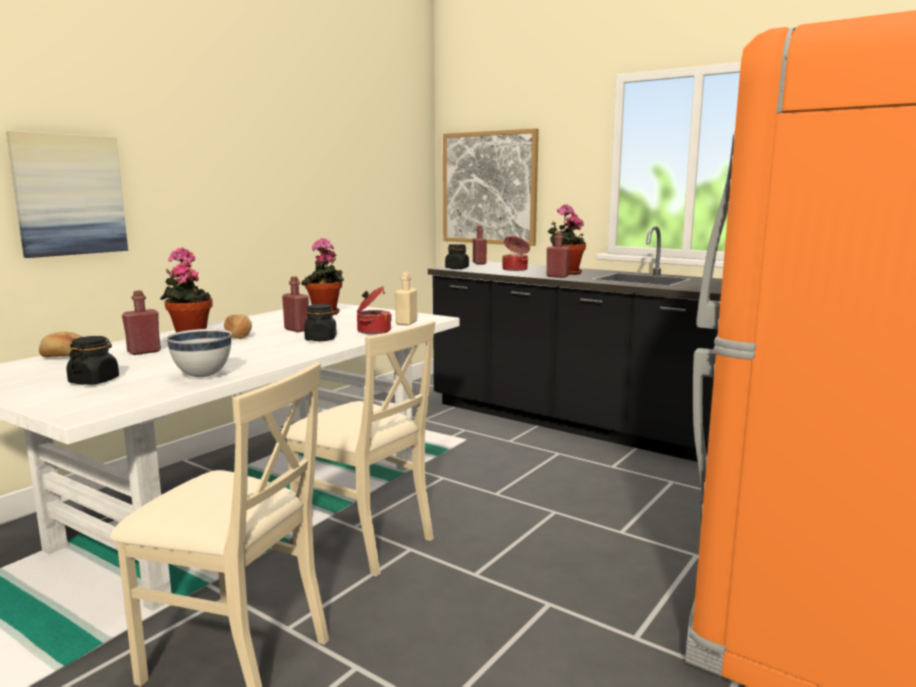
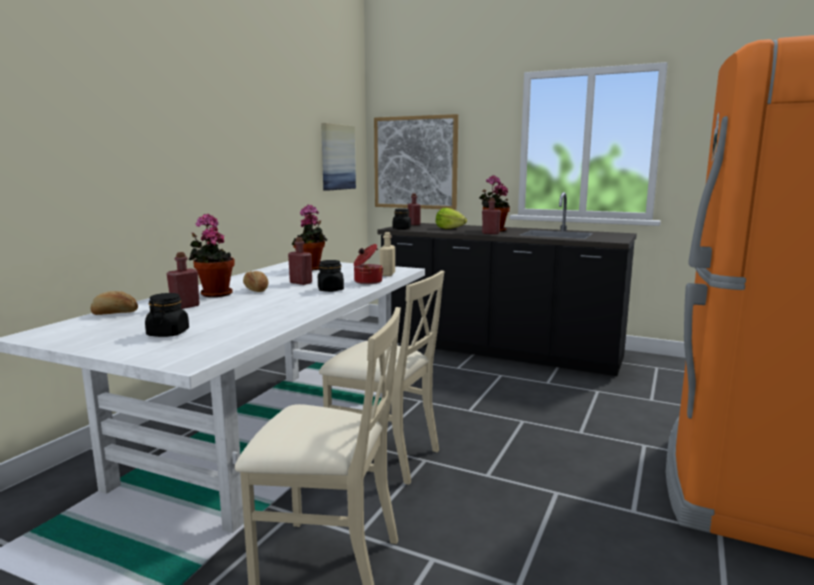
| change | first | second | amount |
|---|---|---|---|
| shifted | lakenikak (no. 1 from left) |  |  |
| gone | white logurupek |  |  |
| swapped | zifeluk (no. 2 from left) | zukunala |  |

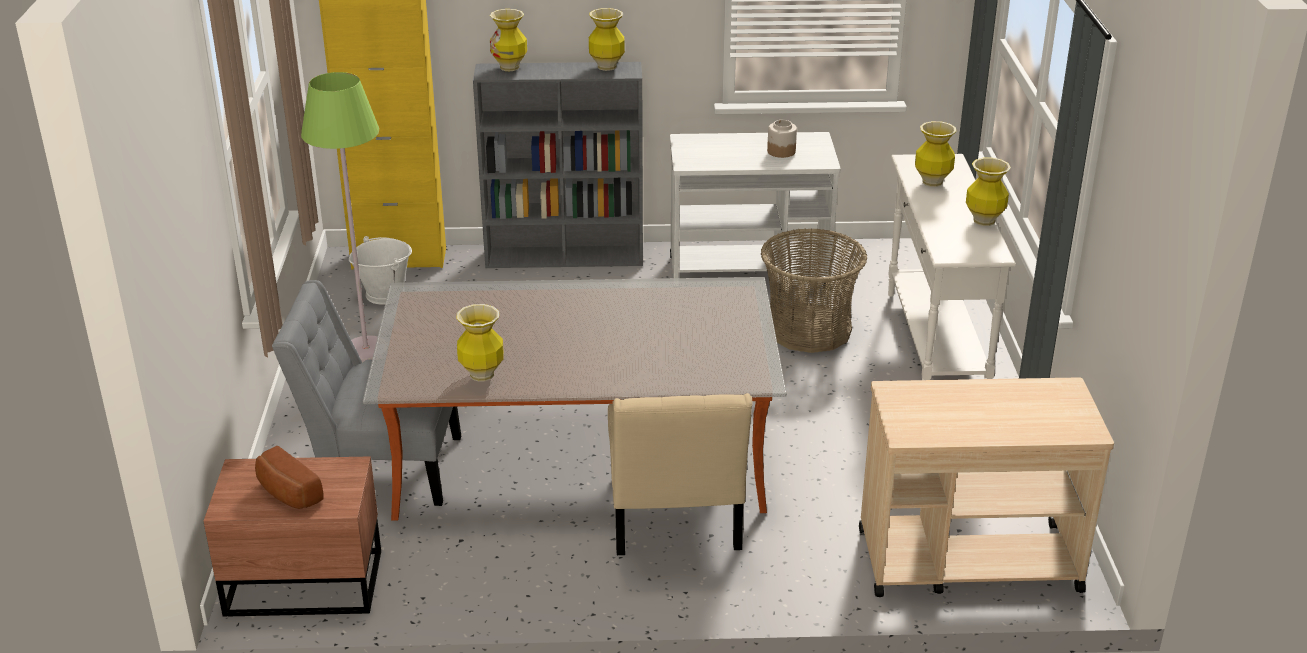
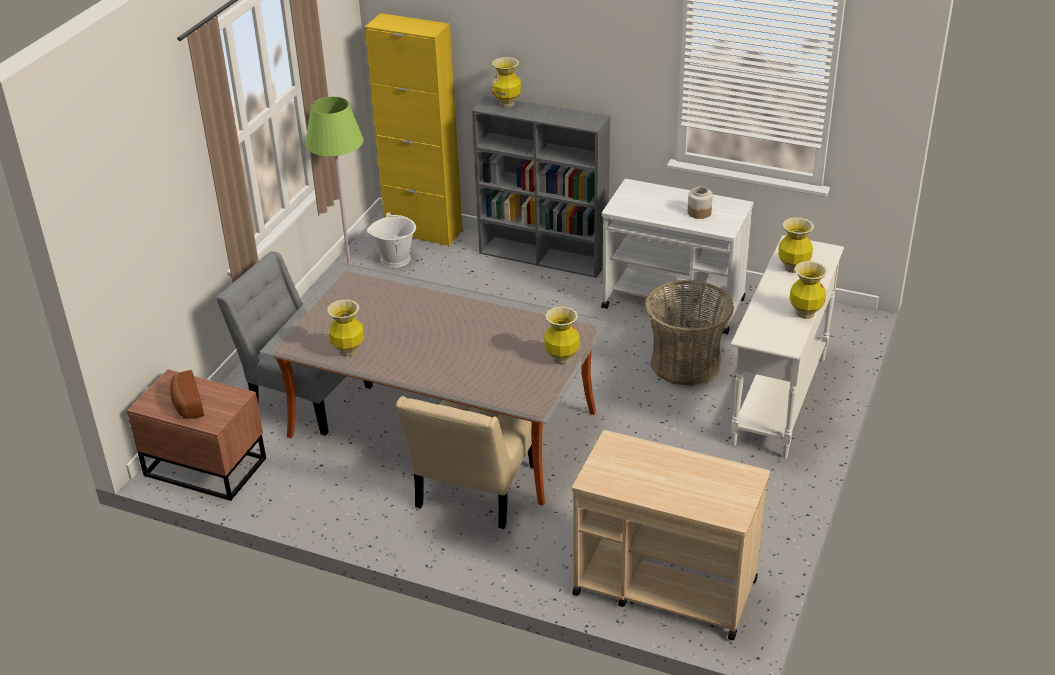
| change | first | second | amount |
|---|---|---|---|
| shifted | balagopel (no. 3 from left) |  |  |

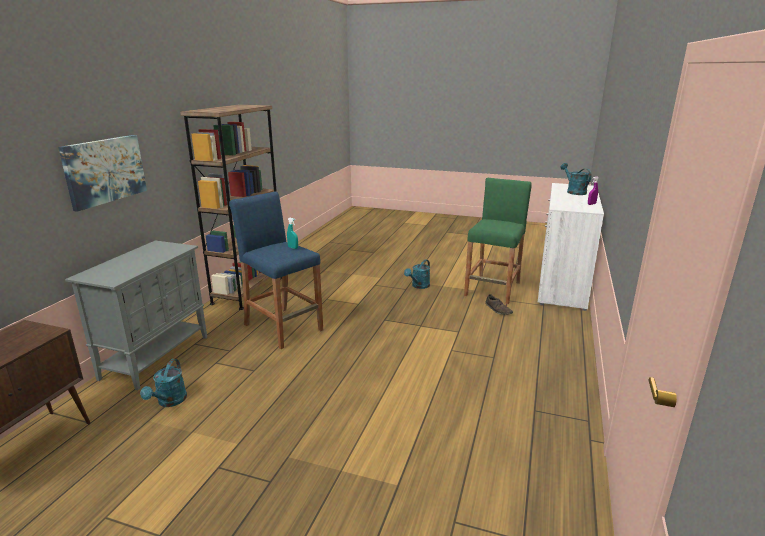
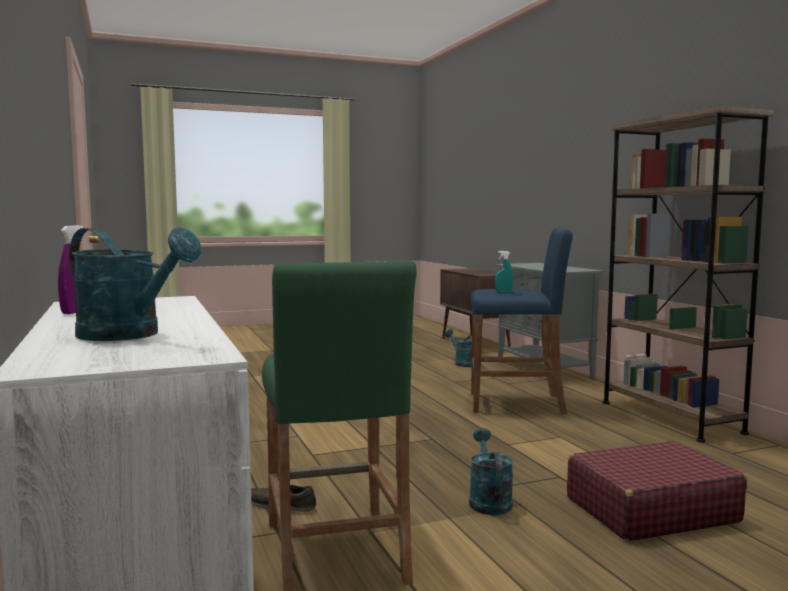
| change | first | second | amount |
|---|---|---|---|
| gone | lakenikak |  |  |
| new |  | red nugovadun |  |

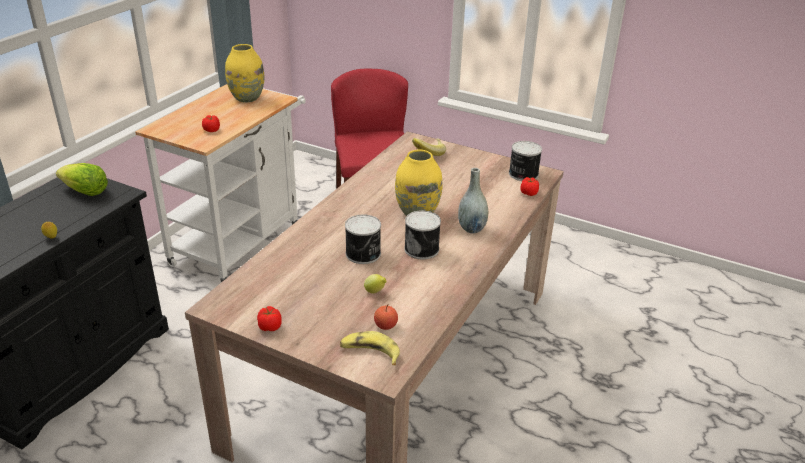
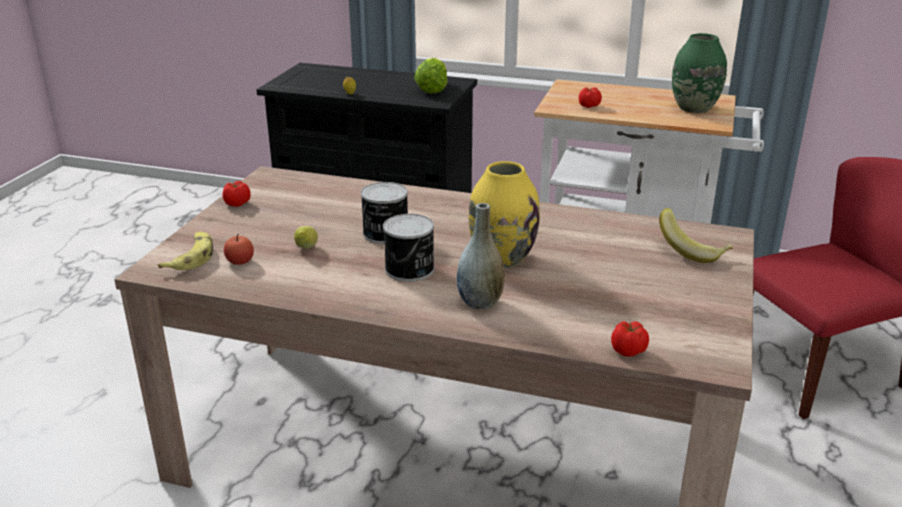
| change | first | second | amount |
|---|---|---|---|
| repainted | yellow balagopel (no. 1 from left) | green balagopel |  |
| gone | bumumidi (no. 3 from left) |  |  |

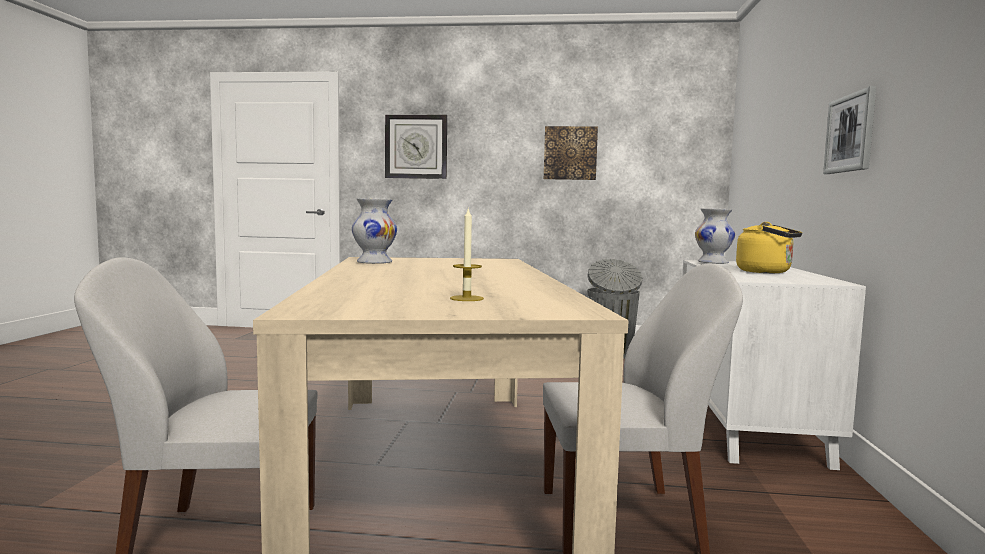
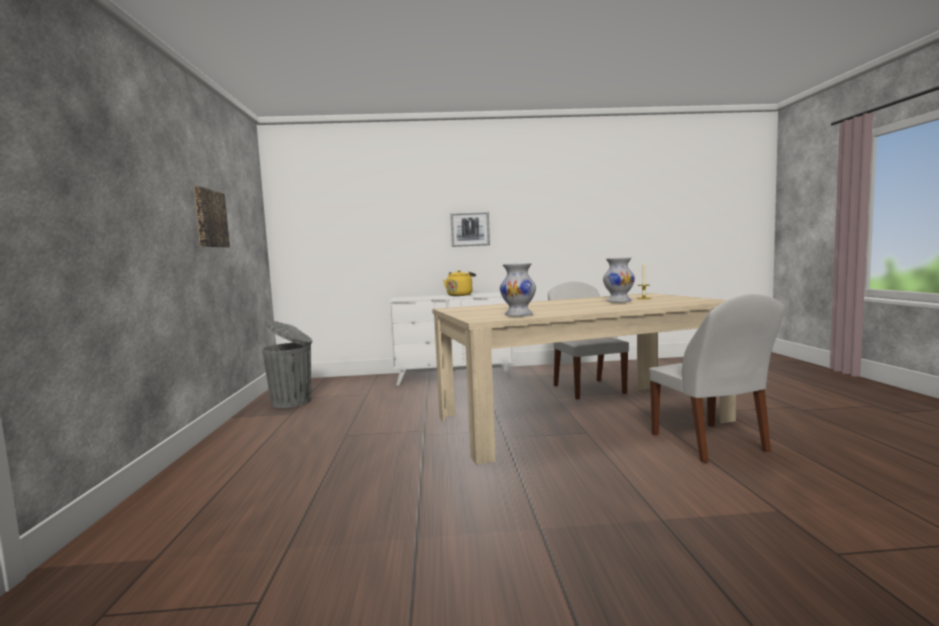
| change | first | second | amount |
|---|---|---|---|
| gone | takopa |  |  |
| shifted | white balagopel (no. 2 from left) |  |  |

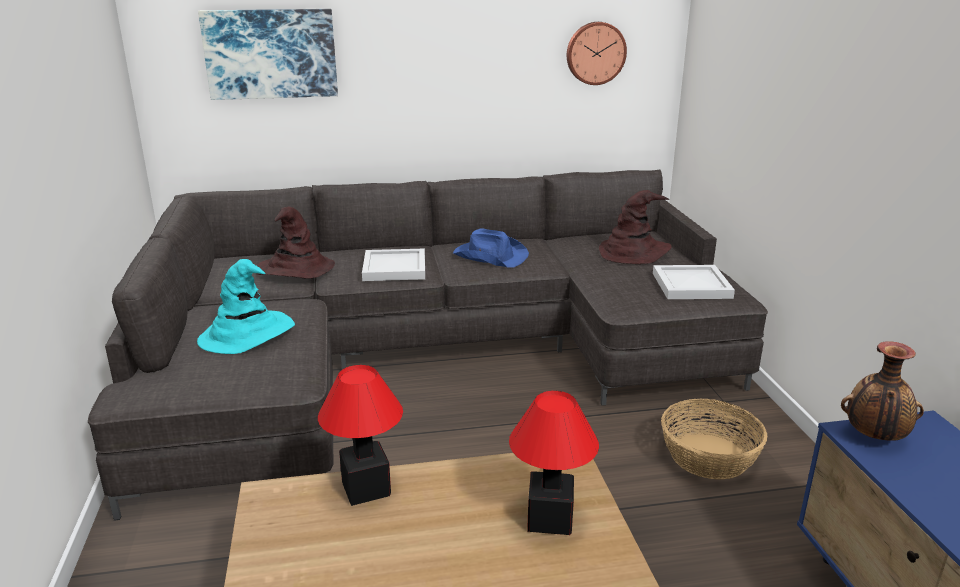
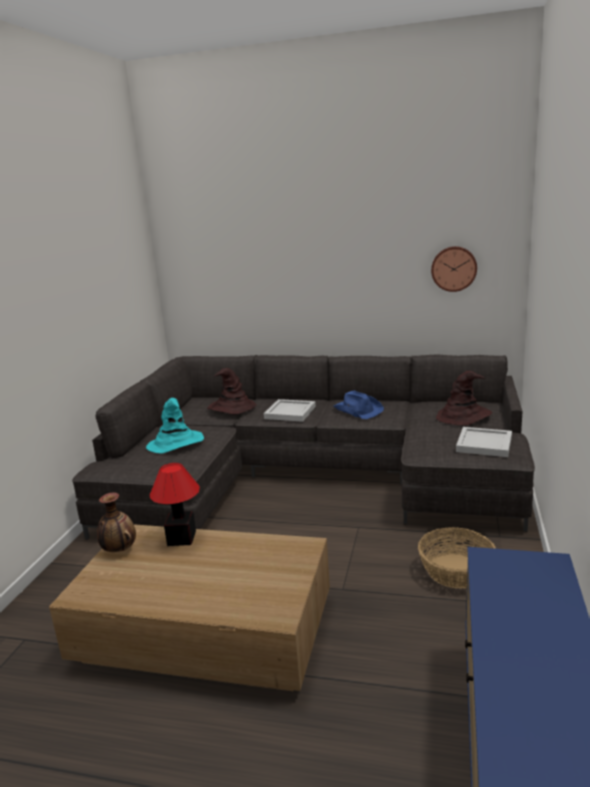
| change | first | second | amount |
|---|---|---|---|
| gone | lakenikak |  |  |
| gone | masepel (no. 2 from left) |  |  |
| shifted | balagopel |  |  |

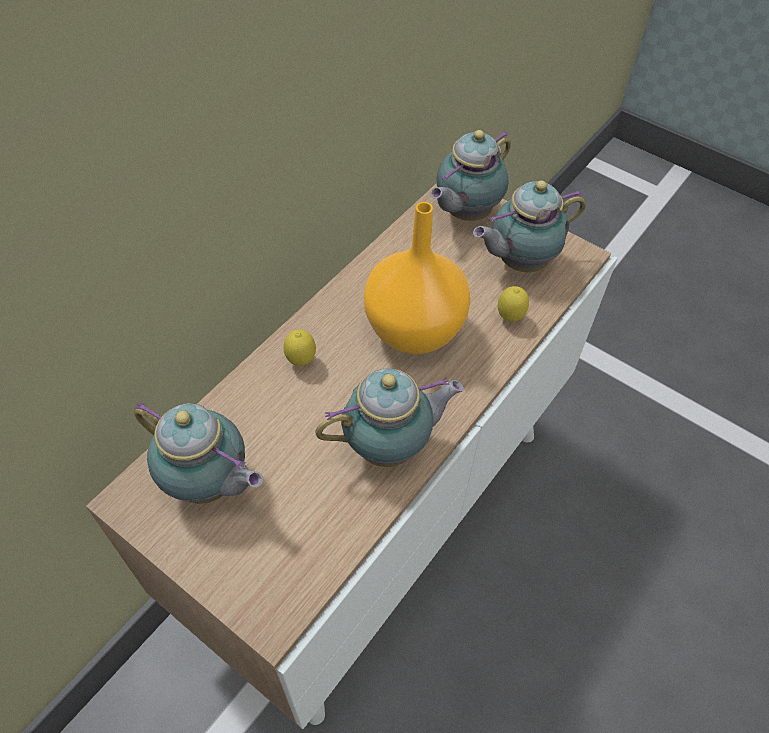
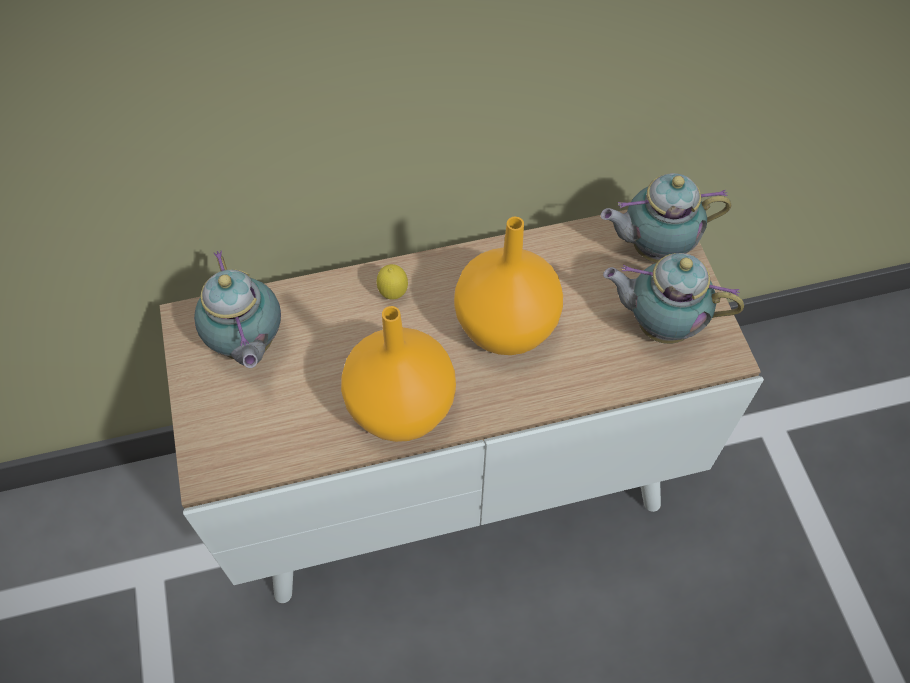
| change | first | second | amount |
|---|---|---|---|
| swapped | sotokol (no. 2 from left) | orange balagopel (no. 1 from left) |  |
| gone | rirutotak (no. 2 from left) |  |  |

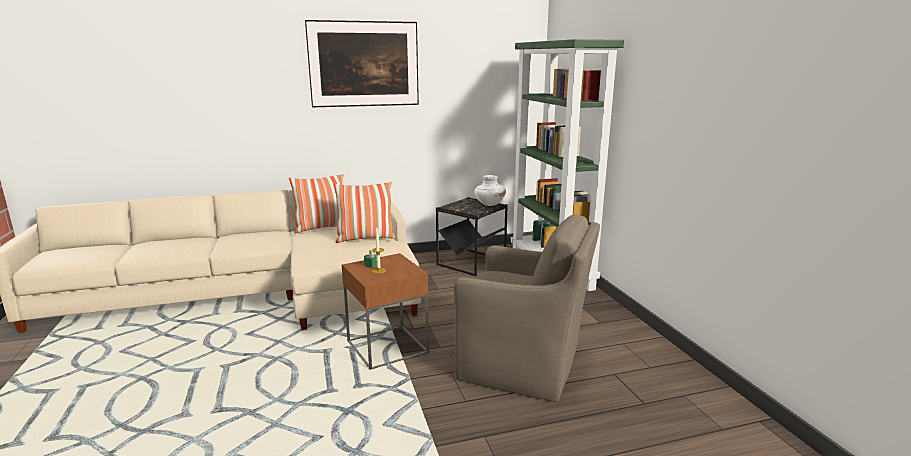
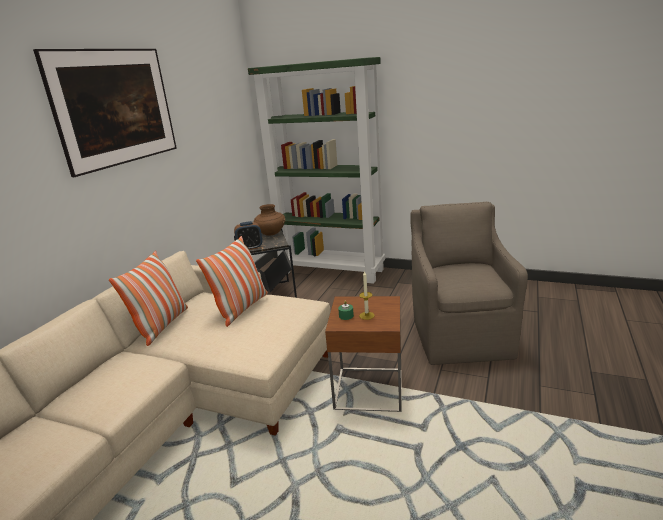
| change | first | second | amount |
|---|---|---|---|
| rotated | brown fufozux |  | 60 degrees counterclockwise |
| repainted | white balagopel | brown balagopel |  |
| new |  | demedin |  |

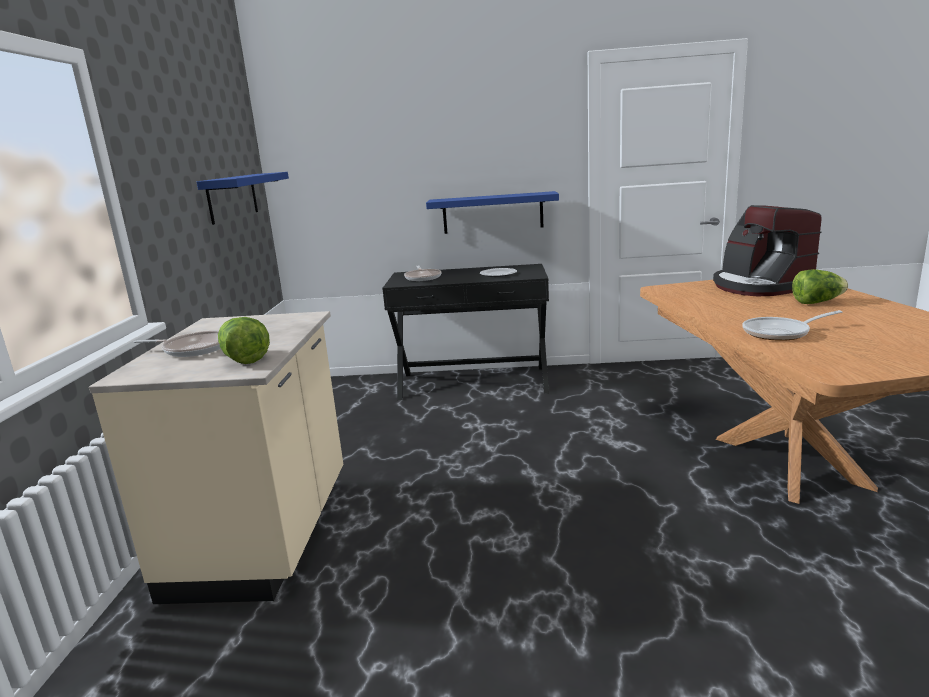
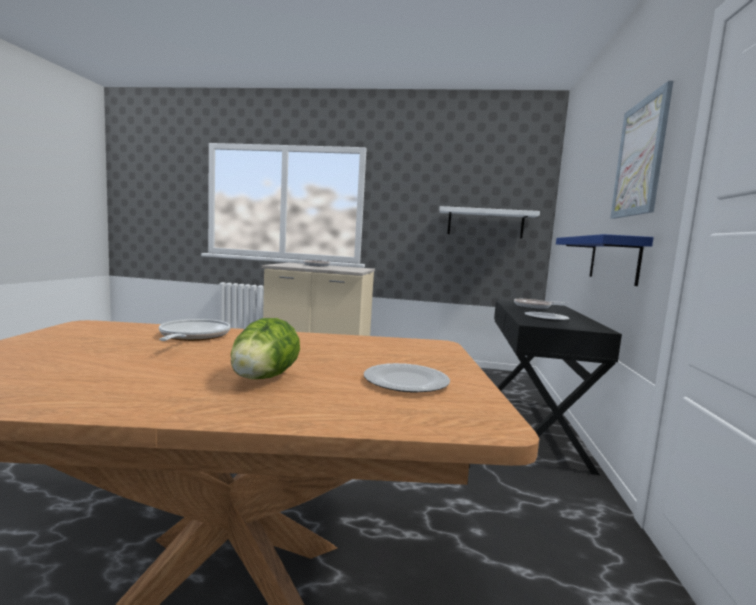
| change | first | second | amount |
|---|---|---|---|
| repainted | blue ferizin (no. 1 from left) | white ferizin |  |
| gone | zukunala (no. 1 from left) |  |  |
| swapped | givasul | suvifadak (no. 1 from left) |  |
| new |  | lakenikak |  |

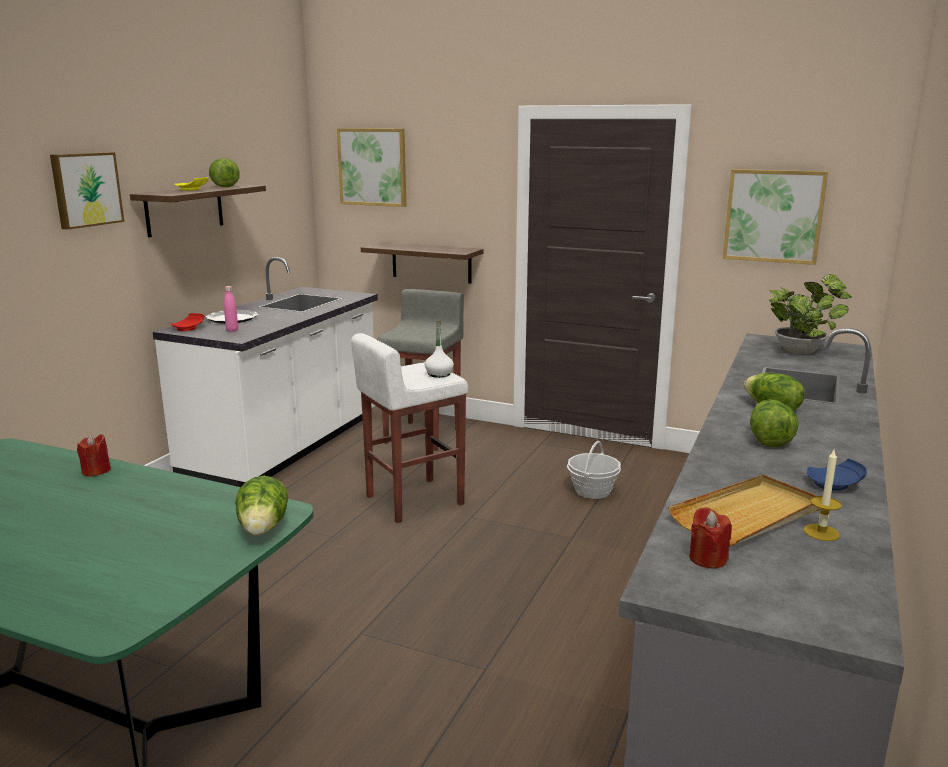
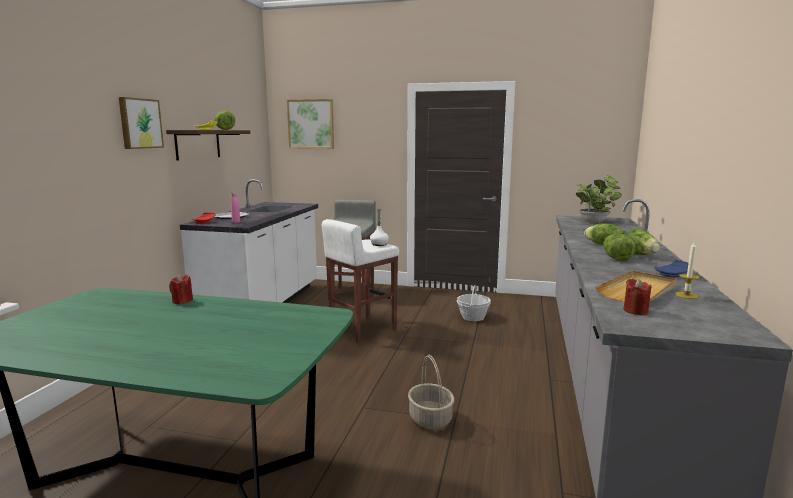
| change | first | second | amount |
|---|---|---|---|
| shifted | zukunala (no. 2 from left in the first image) | zukunala (no. 4 from left) |  |
| gone | ferizin (no. 2 from left) |  |  |
| gone | lakenikak (no. 3 from left) |  |  |
| new |  | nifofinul (no. 1 from left) |  |

